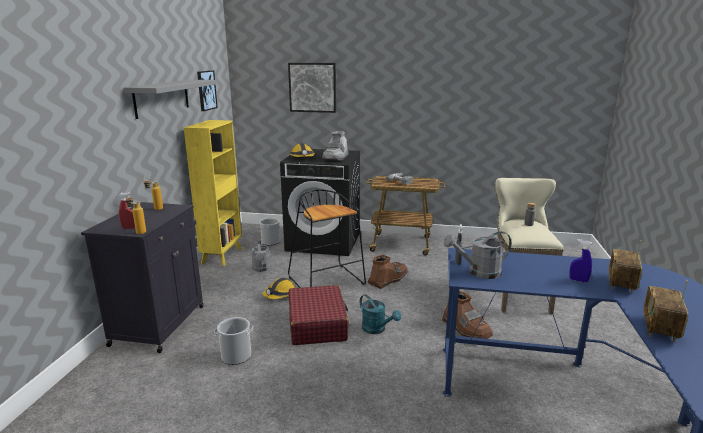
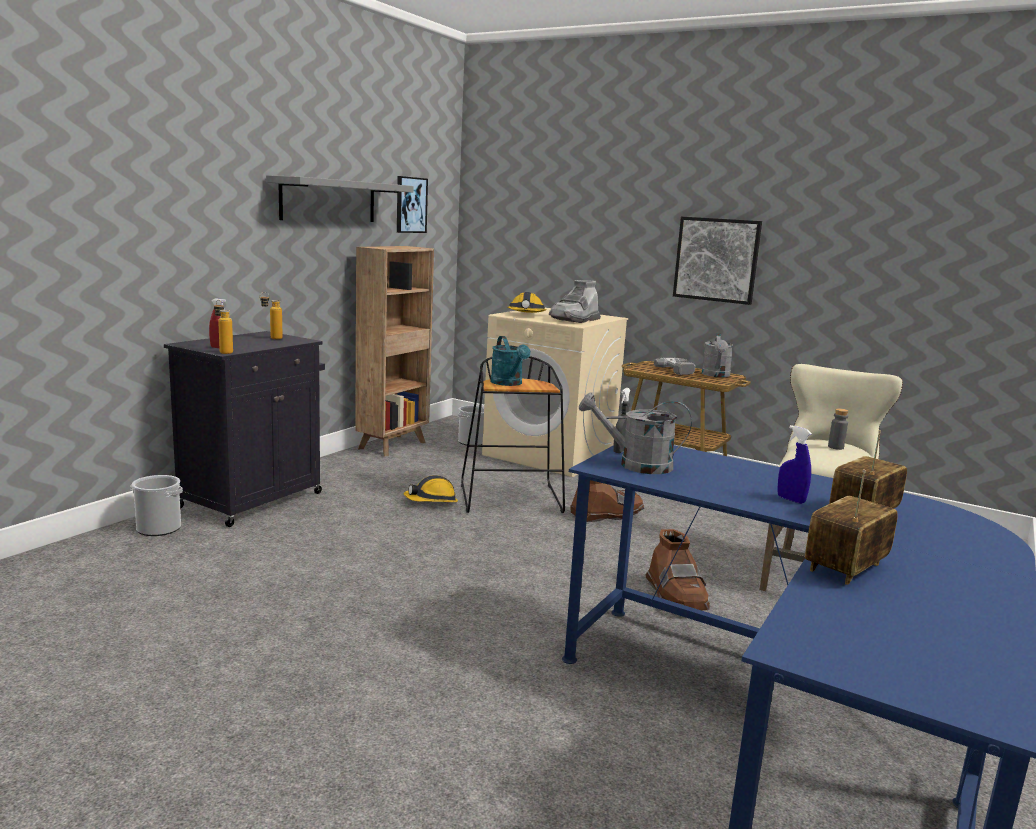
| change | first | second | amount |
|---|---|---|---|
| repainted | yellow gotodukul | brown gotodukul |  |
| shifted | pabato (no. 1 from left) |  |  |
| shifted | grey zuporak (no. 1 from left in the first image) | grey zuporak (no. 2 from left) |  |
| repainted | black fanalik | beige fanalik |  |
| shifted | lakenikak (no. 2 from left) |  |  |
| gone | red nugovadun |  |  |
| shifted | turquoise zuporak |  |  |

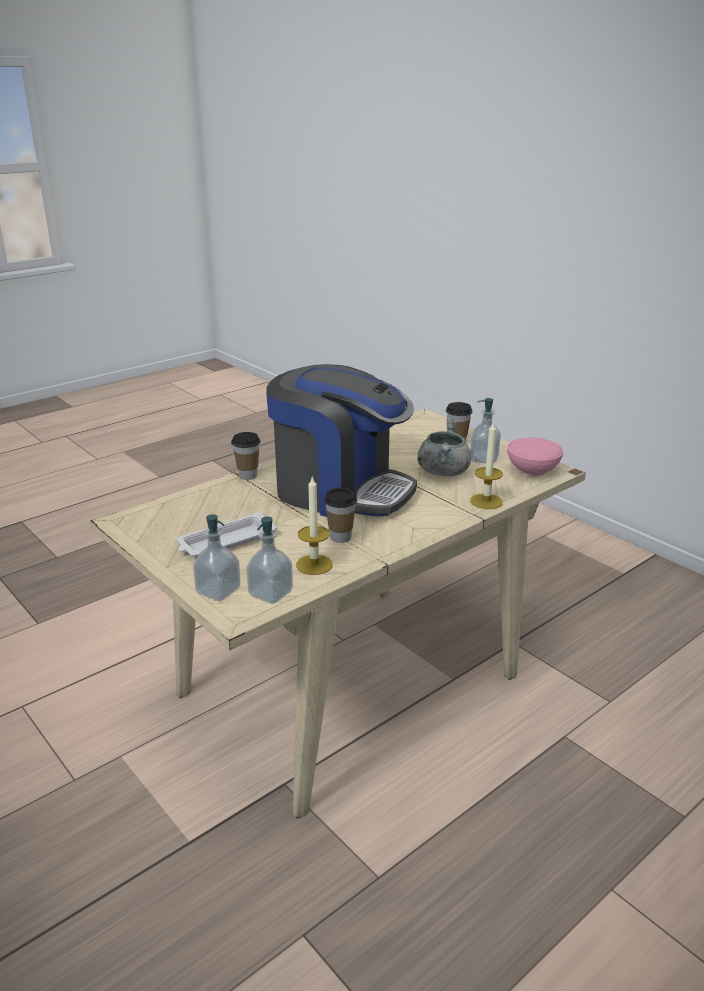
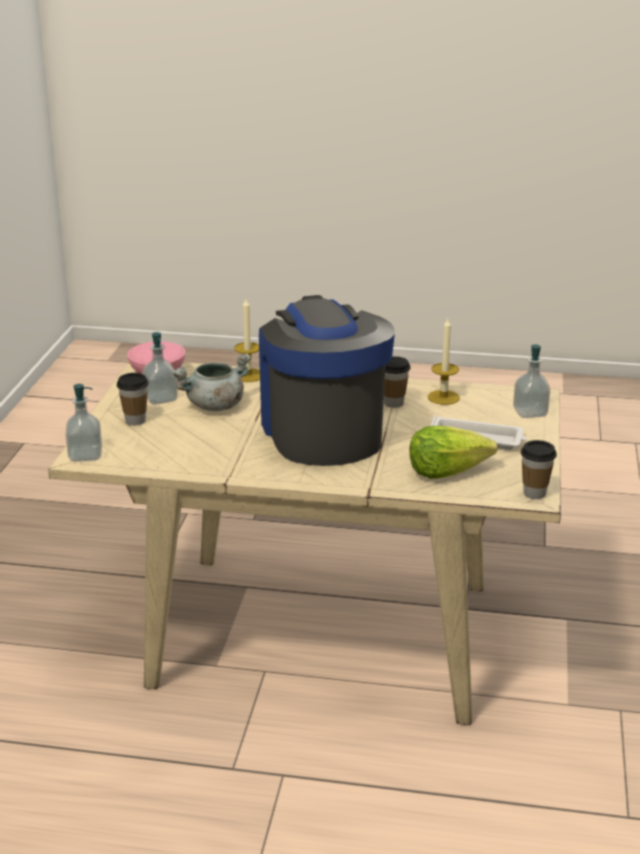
| change | first | second | amount |
|---|---|---|---|
| shifted | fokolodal (no. 1 from left in the first image) | fokolodal (no. 3 from left) |  |
| shifted | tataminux (no. 2 from left in the first image) | tataminux (no. 1 from left) |  |
| new |  | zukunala |  |

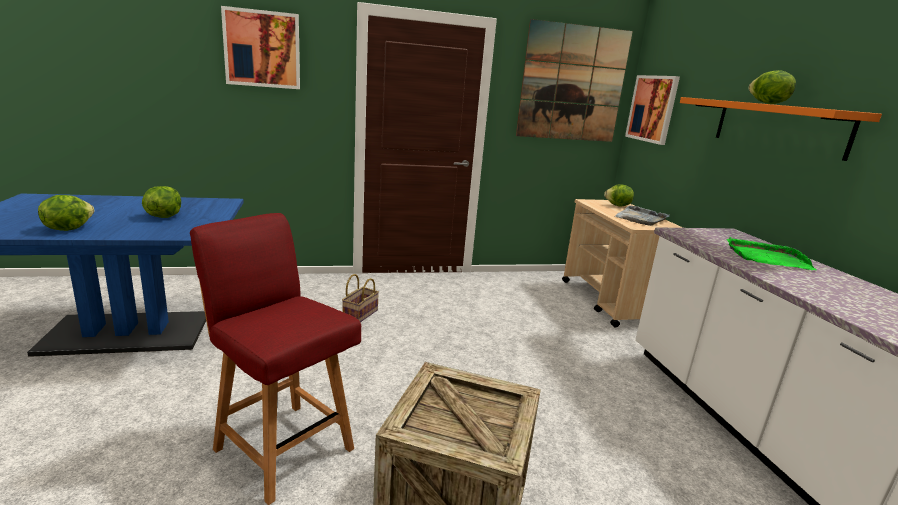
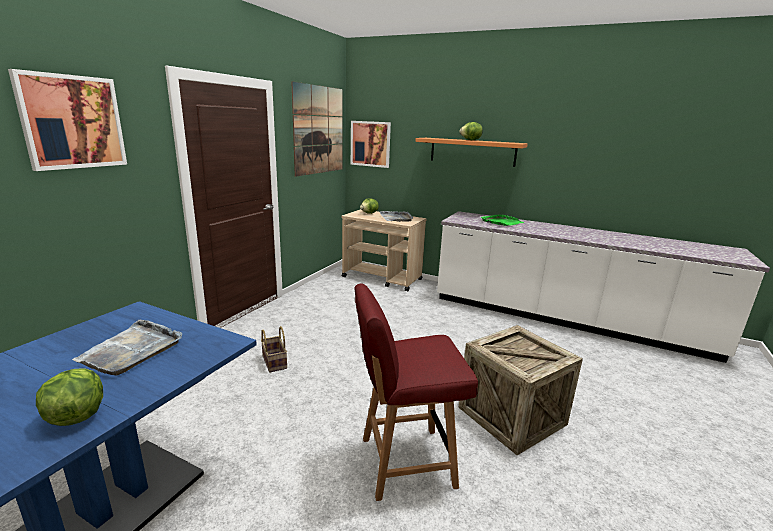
| change | first | second | amount |
|---|---|---|---|
| swapped | zukunala (no. 2 from left) | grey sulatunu (no. 1 from left) |  |

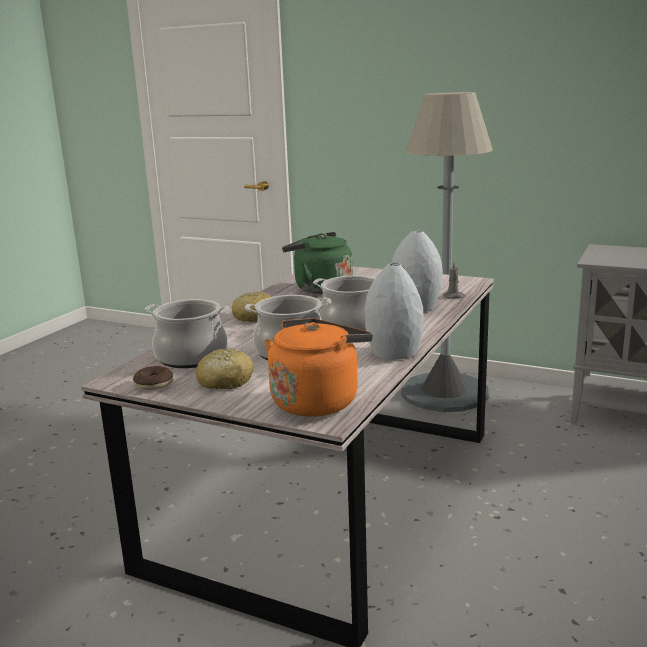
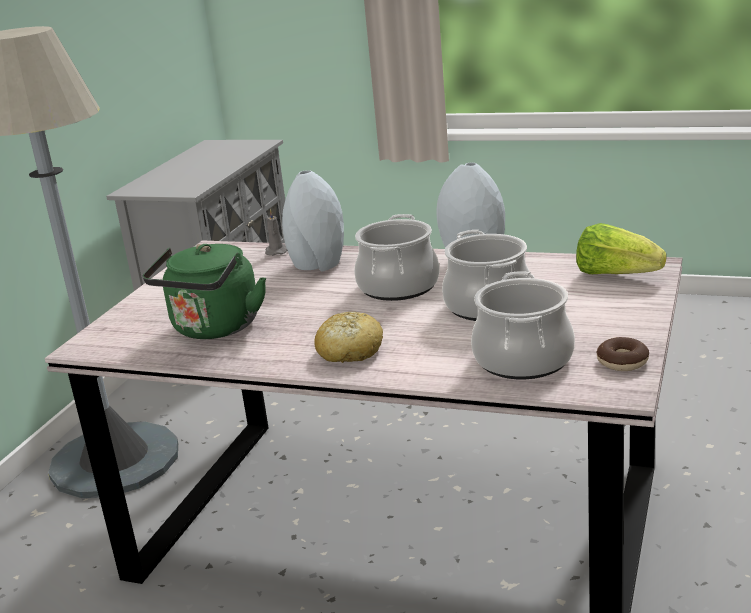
| change | first | second | amount |
|---|---|---|---|
| gone | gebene (no. 1 from left) |  |  |
| swapped | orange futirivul | zukunala |  |

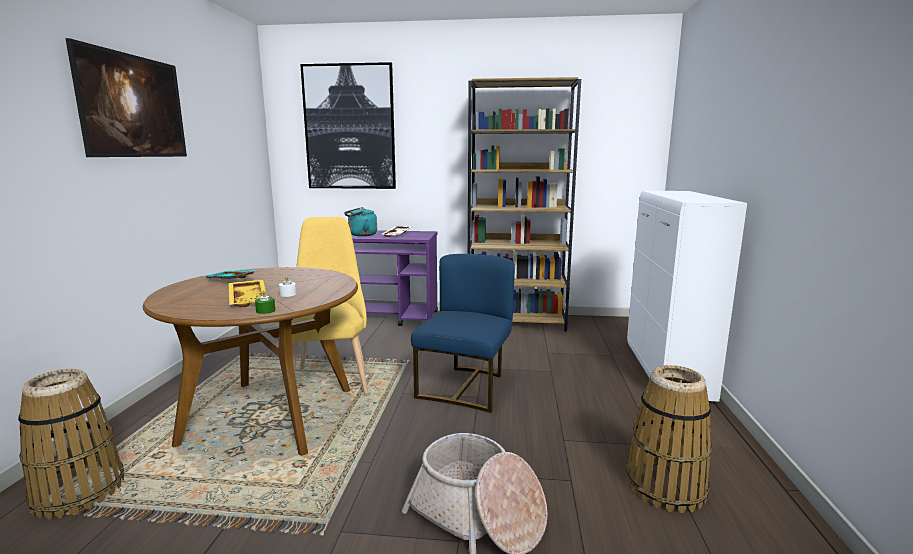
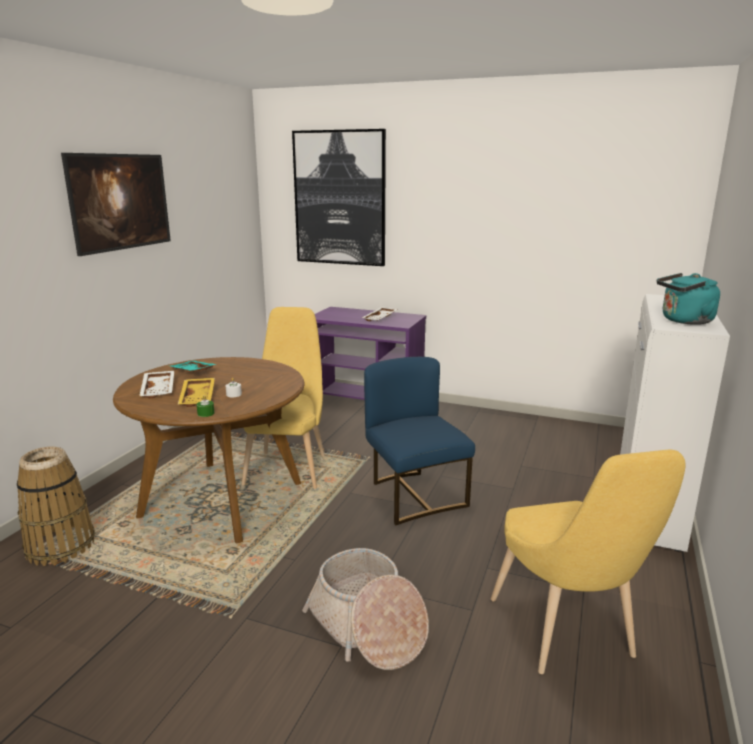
| change | first | second | amount |
|---|---|---|---|
| shifted | turquoise futirivul |  |  |
| rotated | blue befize |  | 60 degrees counterclockwise |
| gone | brown gotodukul |  |  |
| swapped | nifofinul (no. 3 from left) | yellow befize (no. 2 from left) |  |
| new |  | white sulatunu (no. 1 from left) |  |

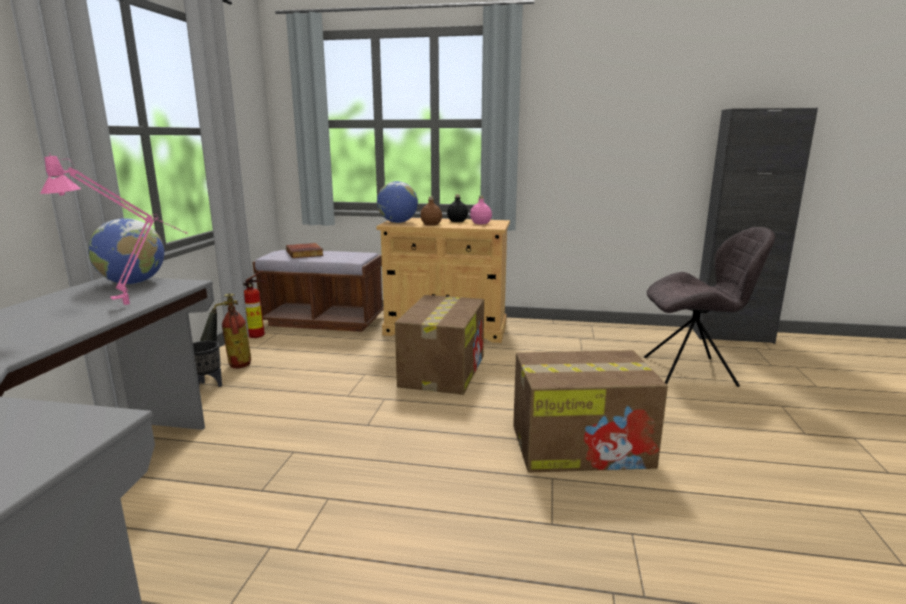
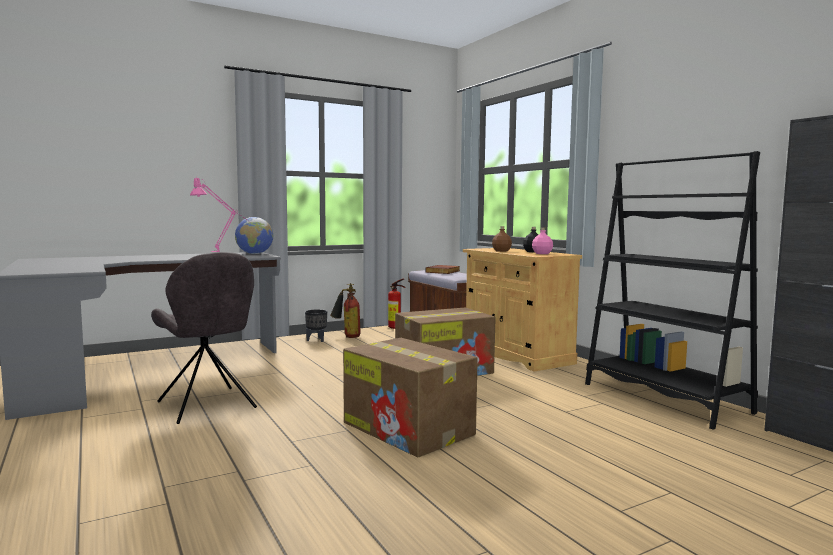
| change | first | second | amount |
|---|---|---|---|
| gone | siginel (no. 2 from left) |  |  |
| shifted | grey befize |  |  |
| new |  | black gotodukul |  |

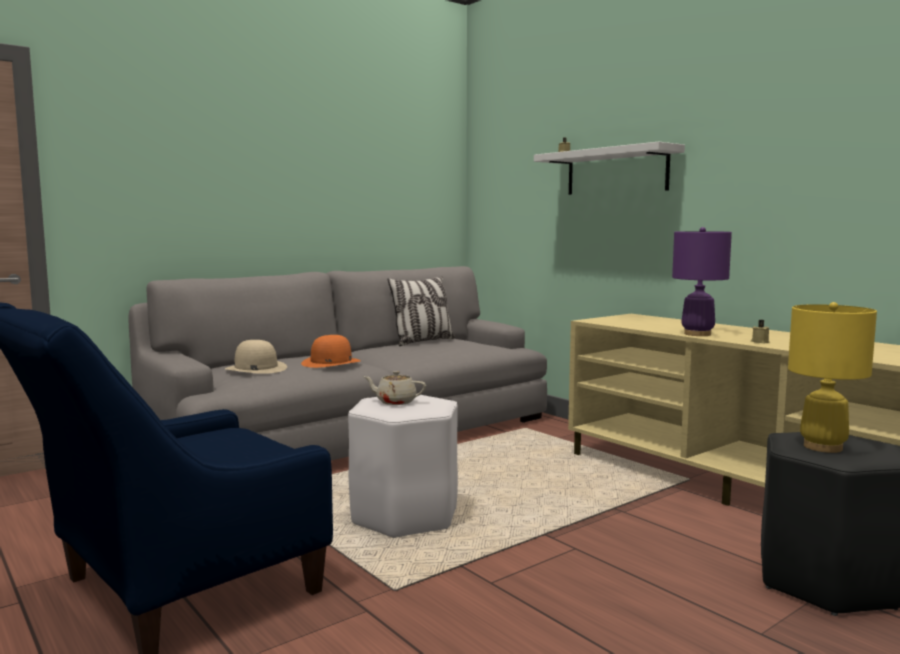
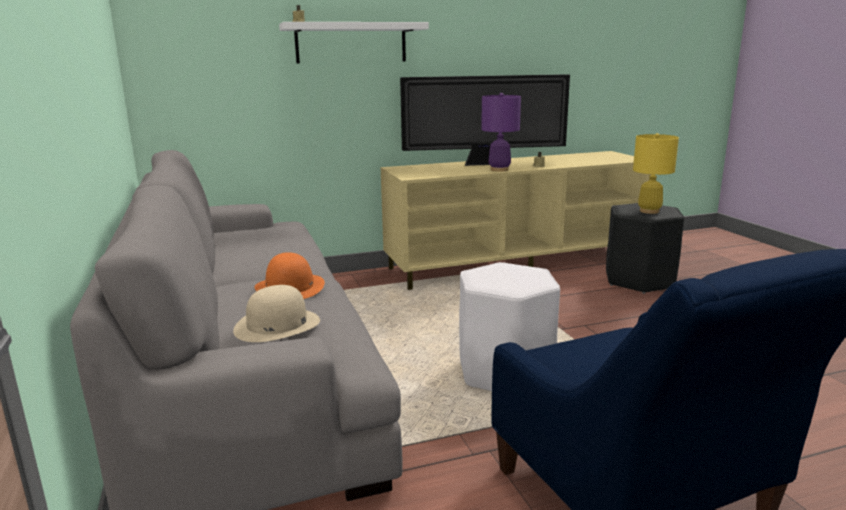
| change | first | second | amount |
|---|---|---|---|
| gone | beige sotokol |  |  |
| gone | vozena |  |  |
| new |  | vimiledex |  |

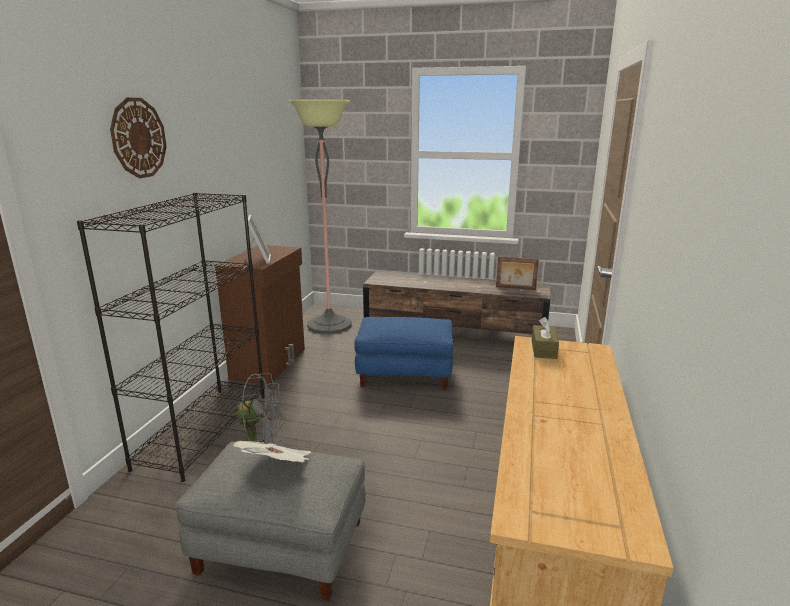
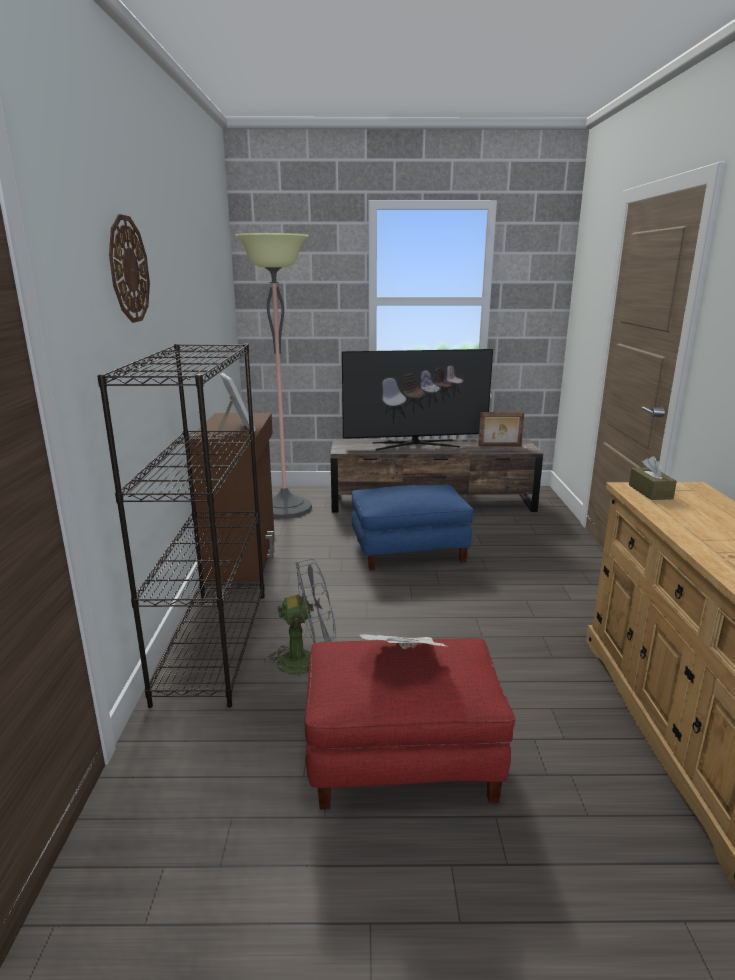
| change | first | second | amount |
|---|---|---|---|
| repainted | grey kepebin | red kepebin |  |
| new |  | vimiledex |  |

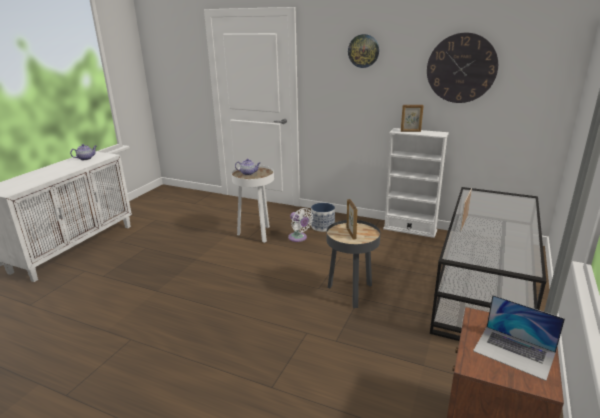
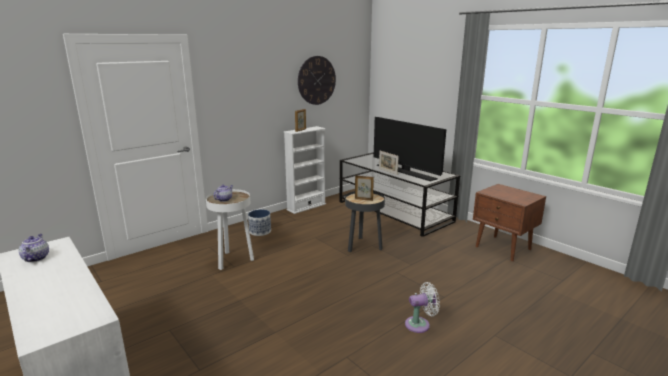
| change | first | second | amount |
|---|---|---|---|
| shifted | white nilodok |  |  |
| gone | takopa (no. 1 from left) |  |  |
| gone | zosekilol |  |  |
| new |  | vimiledex |  |

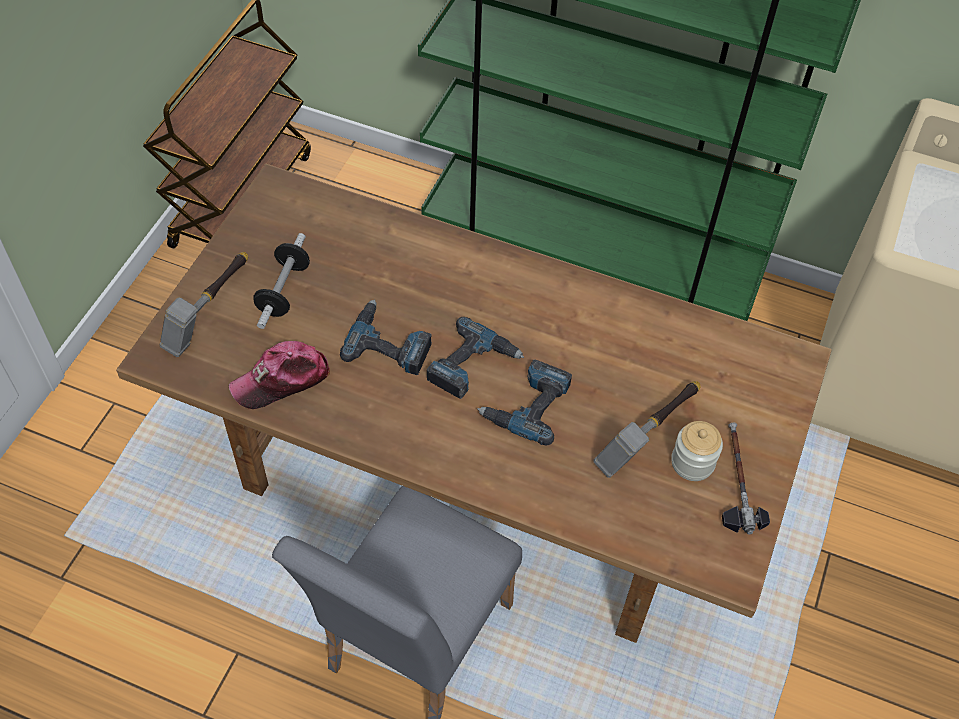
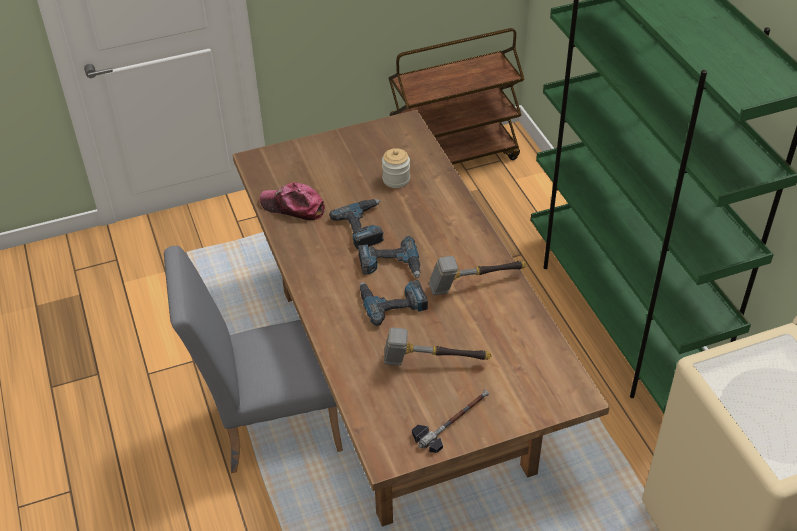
| change | first | second | amount |
|---|---|---|---|
| shifted | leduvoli (no. 1 from left in the first image) | leduvoli (no. 3 from left) |  |
| gone | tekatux |  |  |
| shifted | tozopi |  |  |

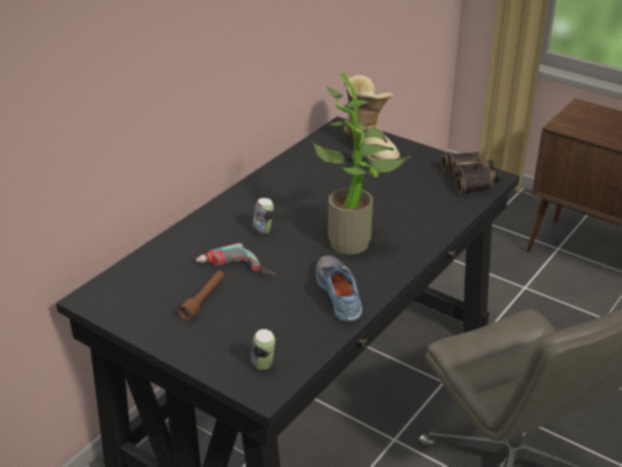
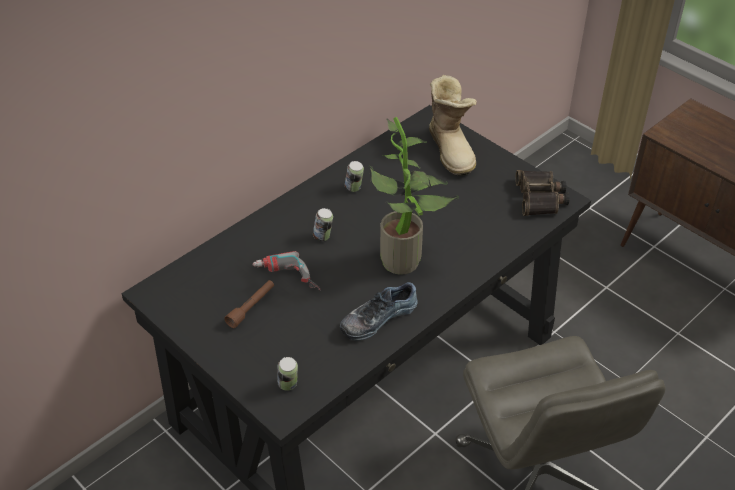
| change | first | second | amount |
|---|---|---|---|
| rotated | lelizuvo |  | 120 degrees counterclockwise |
| new |  | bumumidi (no. 3 from left) |  |

